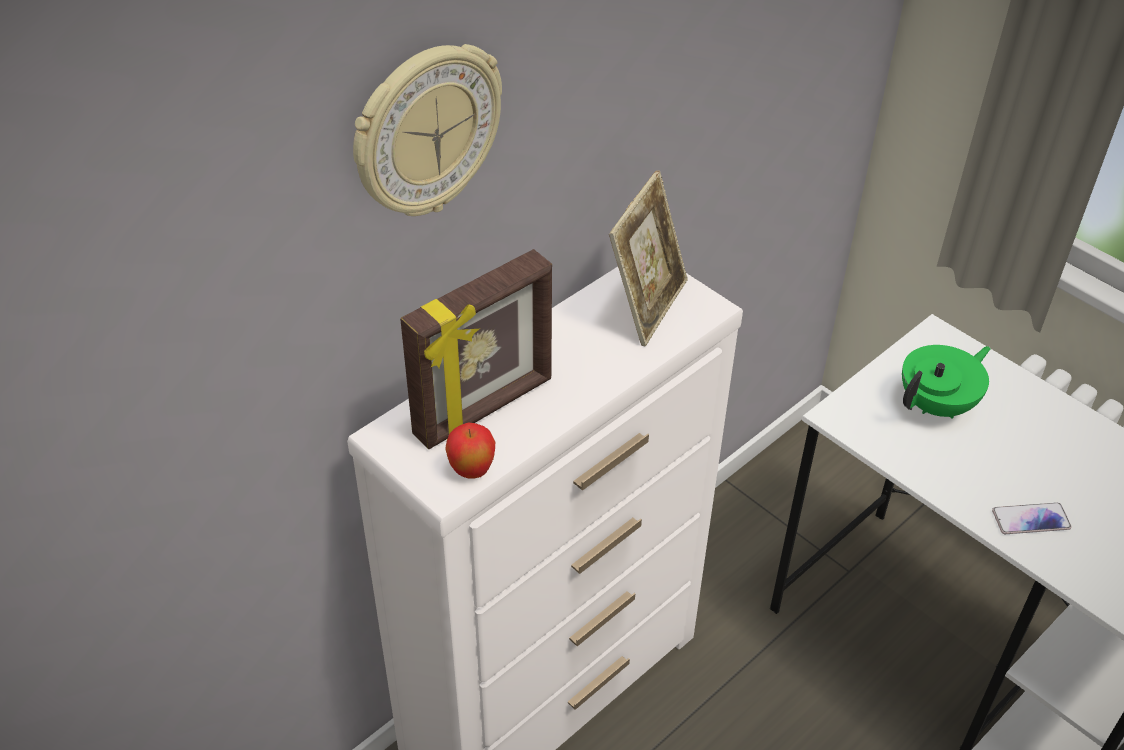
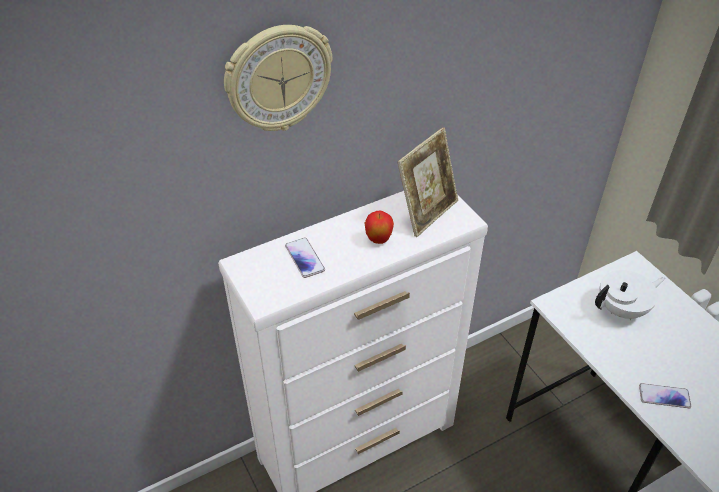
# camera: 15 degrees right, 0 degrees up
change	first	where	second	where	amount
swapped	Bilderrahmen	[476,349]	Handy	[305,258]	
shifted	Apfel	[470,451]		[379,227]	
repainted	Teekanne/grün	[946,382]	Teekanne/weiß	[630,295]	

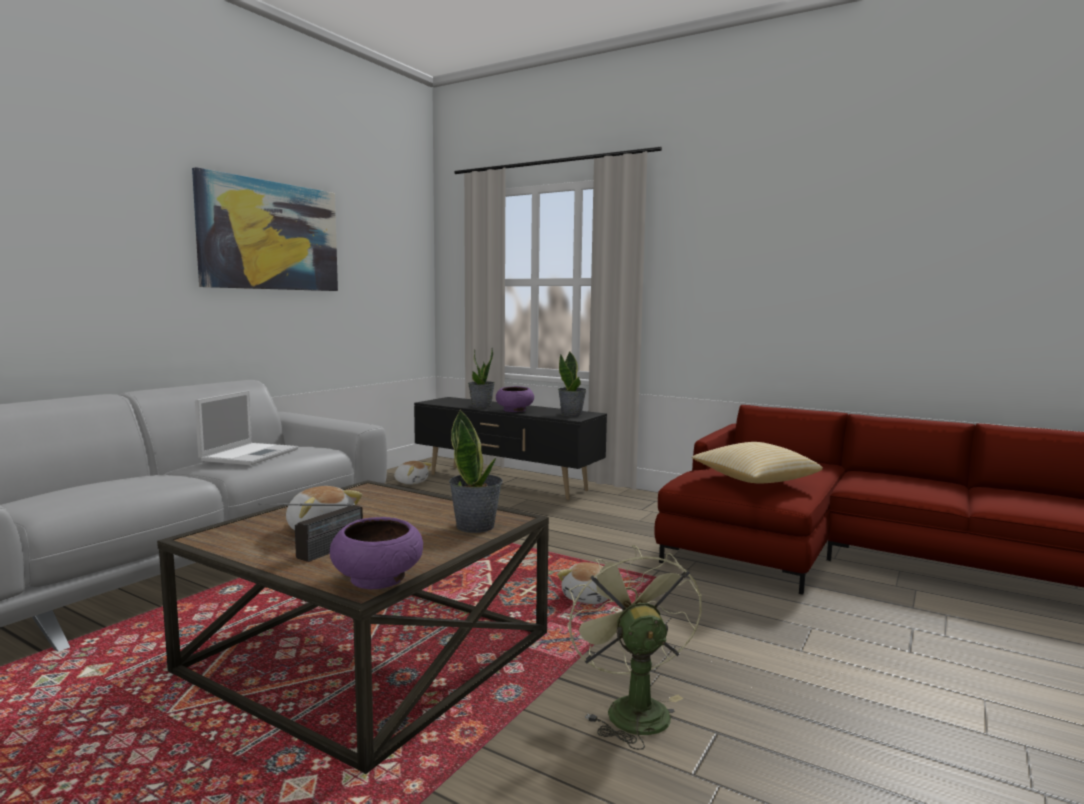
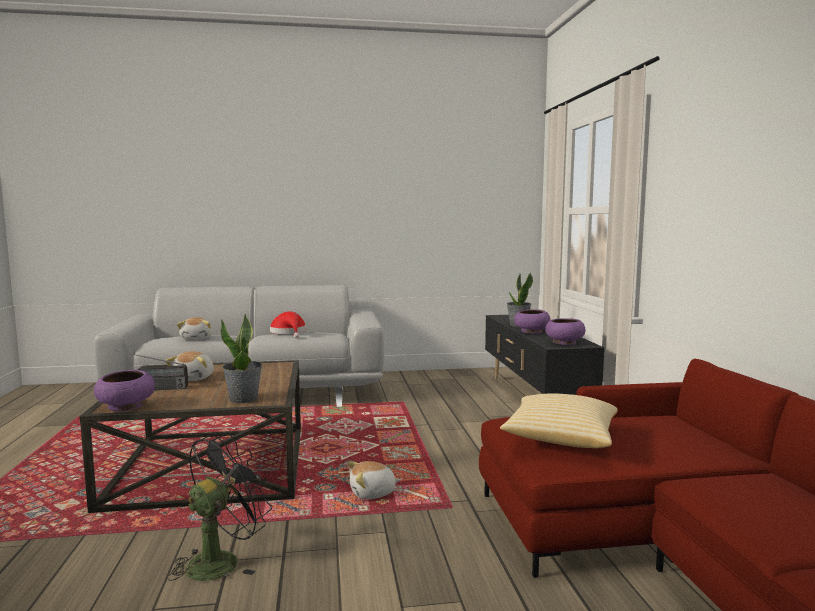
# camera: 50 degrees right, 0 degrees up
change	first	where	second	where	amount
gone	Bild	[265,229]			
swapped	Laptop	[246,427]	Hut/rot	[288,324]	
shifted	Plüschtier	[413,473]		[195,328]	
swapped	Topfpflanze	[572,384]	Schüssel/lila	[565,331]	
repainted	Ventilator/grün	[634,647]	Ventilator/schwarz	[219,507]	

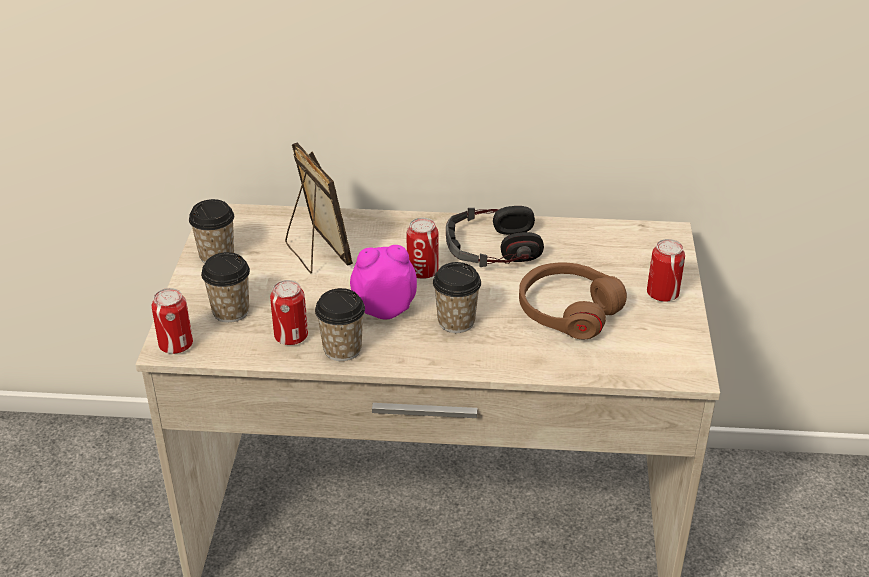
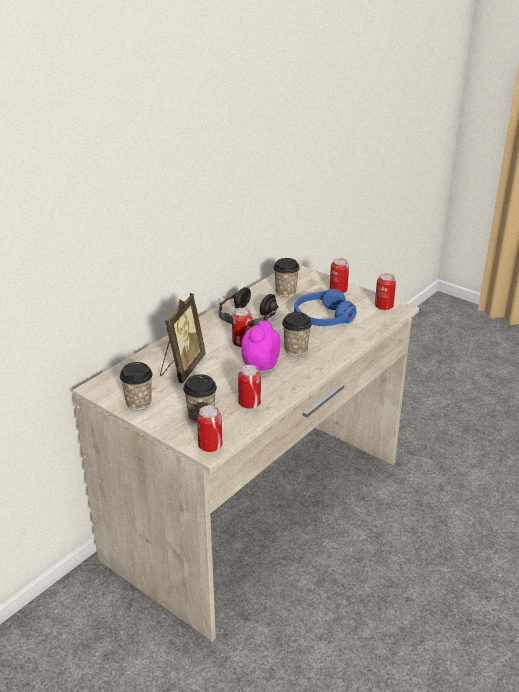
# camera: 55 degrees left, 5 degrees down
change	first	where	second	where	amount
rotated	Bilderrahmen	[319,208]		[183,338]	105 degrees clockwise
shifted	Tasse	[340,324]		[286,277]	
repainted	Kopfhörer/braun	[573,301]	Kopfhörer/blau	[325,307]	
new			Dose	[385,291]	

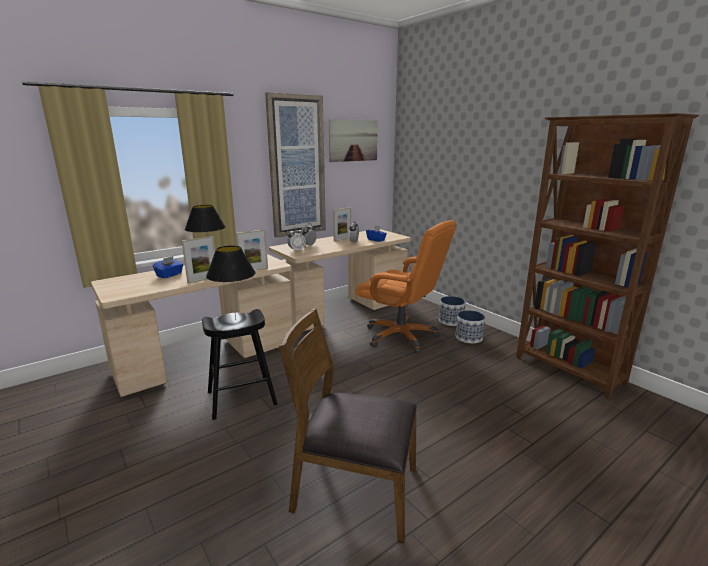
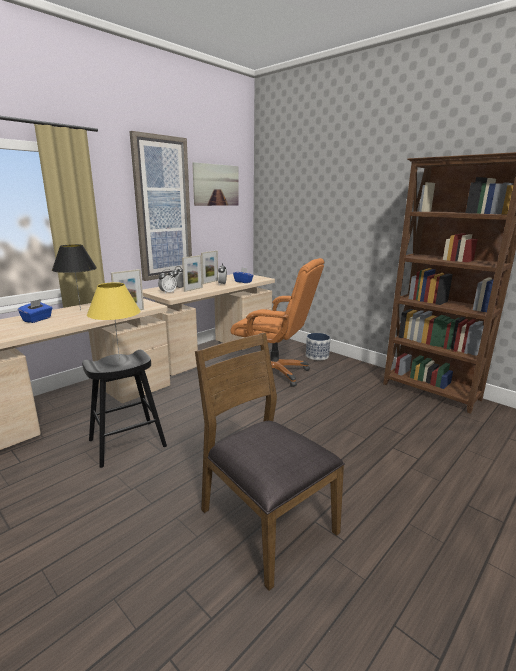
# camera: 10 degrees left, 0 degrees up
change	first	where	second	where	amount
shifted	Bilderrahmen	[198,260]		[192,273]	
repainted	Tischlampe/schwarz	[231,283]	Tischlampe/gelb	[113,322]	
rotated	Stuhl/braun	[348,425]		[270,462]	45 degrees clockwise
gone	Pflanzkübel	[470,326]			

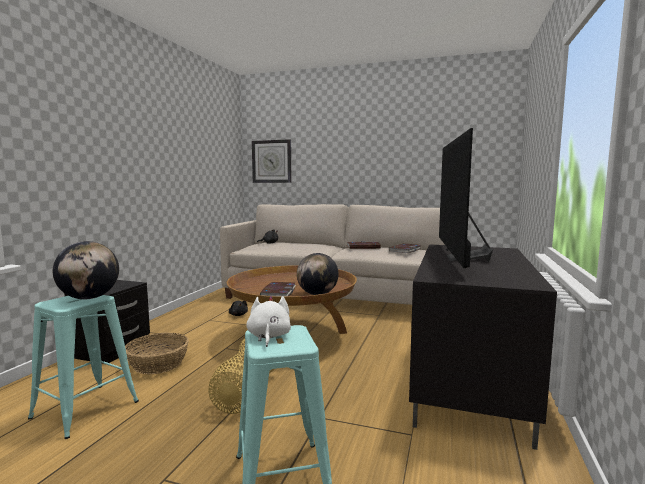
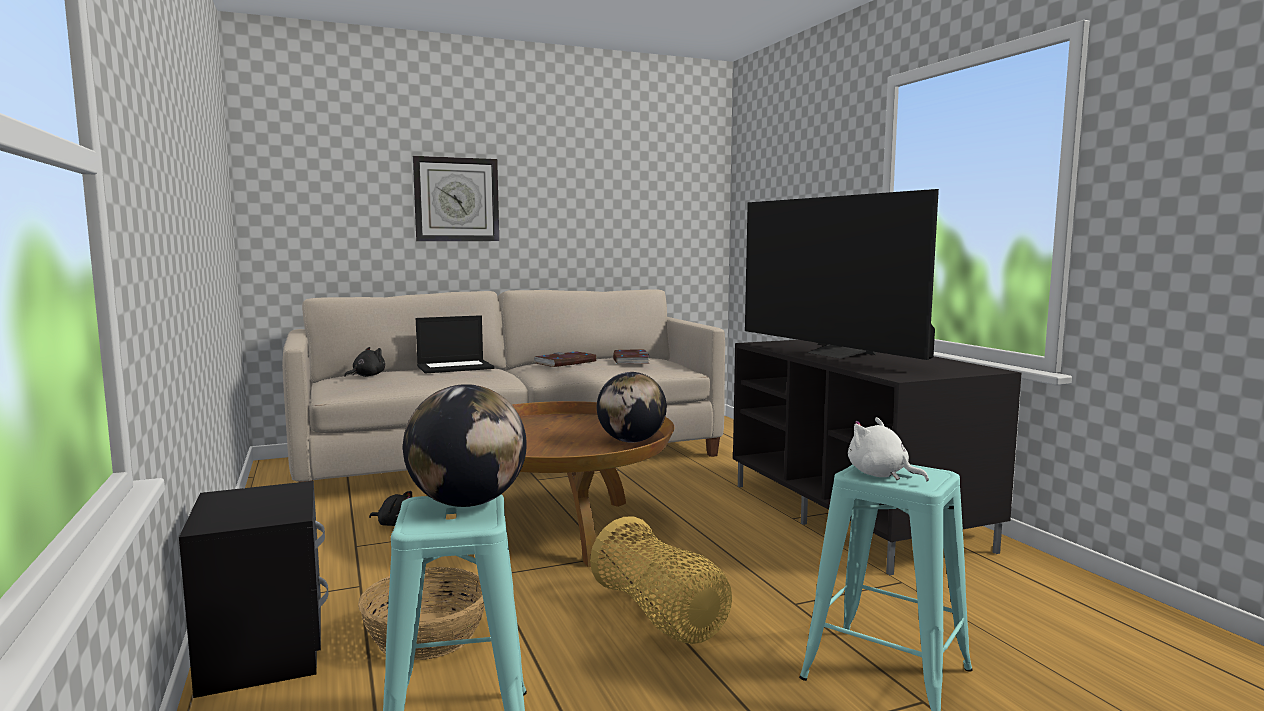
# camera: 40 degrees left, 0 degrees up
change	first	where	second	where	amount
shifted	Wanduhr	[272,161]		[456,198]	
gone	Buch	[278,289]			
new			Laptop	[455,344]	

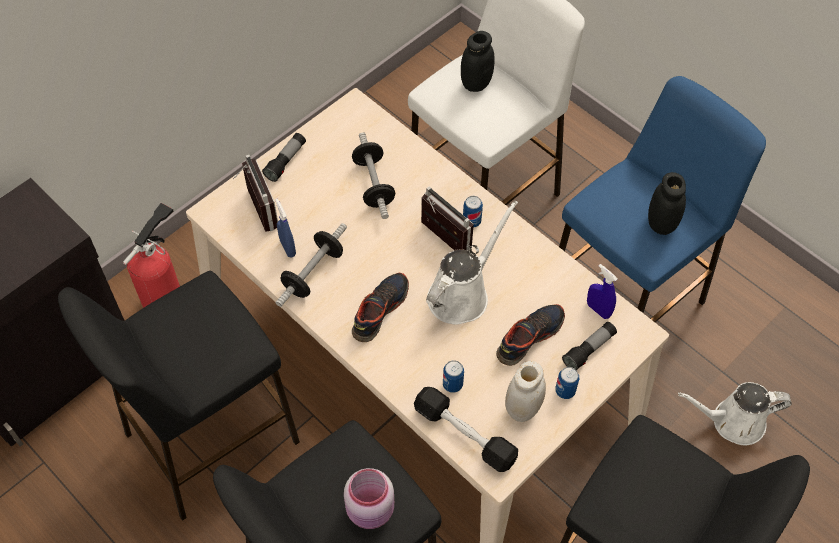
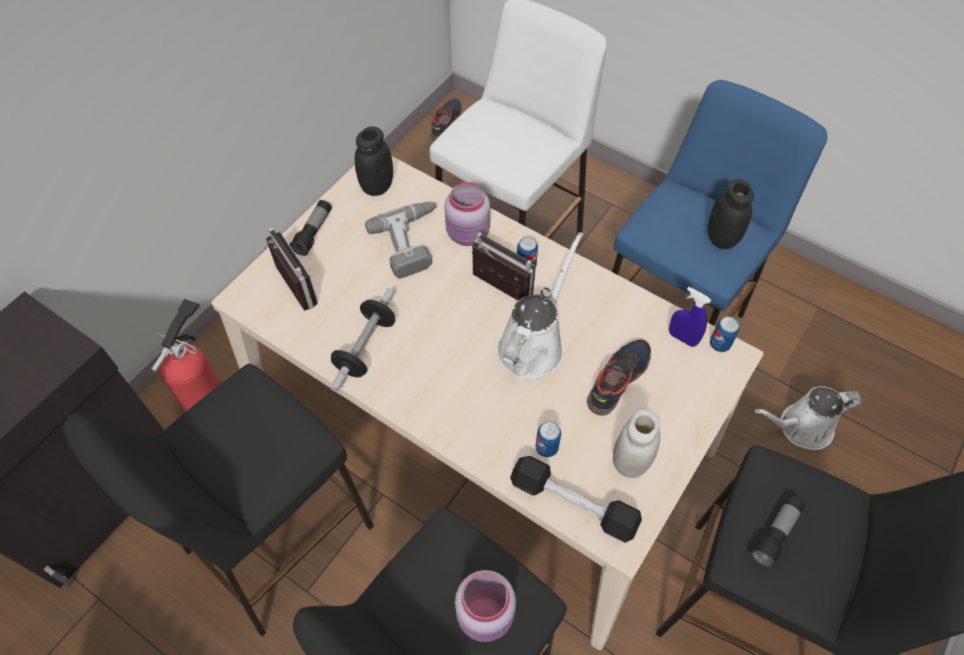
# camera: 10 degrees left, 0 degrees up
change	first	where	second	where	amount
gone	Sprühflasche/blau	[285,228]			
swapped	Hantel	[373,175]	Bohrmaschine	[401,240]	
shifted	Schuh	[380,307]		[446,119]	
shifted	Vorratsglas/schwarz	[478,61]		[374,161]	
shifted	Dose	[567,383]		[724,334]	
shifted	Taschenlampe	[589,346]		[777,531]	
new			Vorratsglas/rosa	[467,214]	

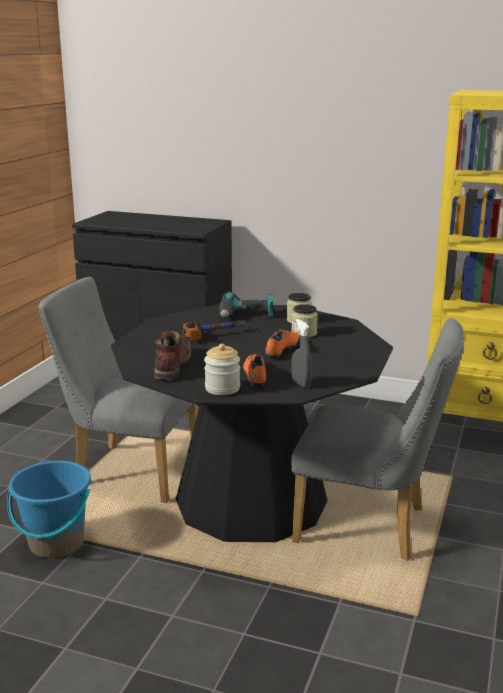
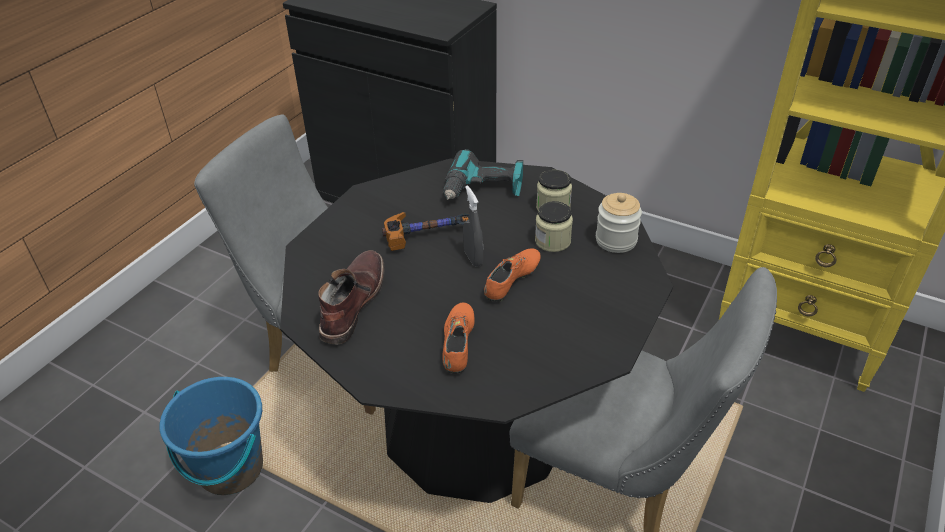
# camera: 10 degrees right, 20 degrees up
change	first	where	second	where	amount
shifted	Vorratsglas	[222,369]		[619,223]	
shifted	Sprühflasche/grau	[302,353]		[473,226]	

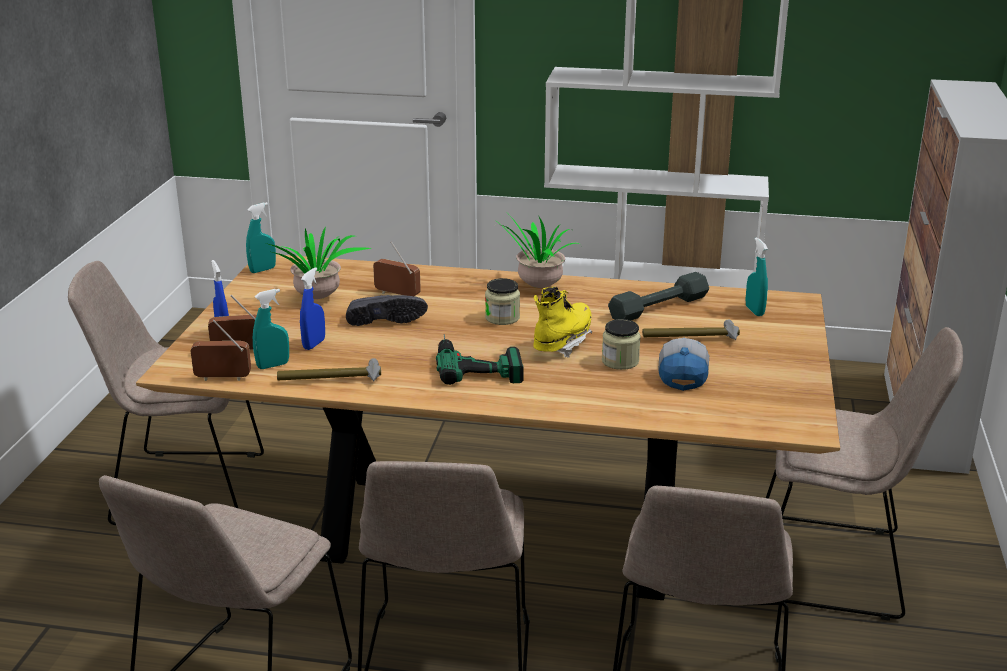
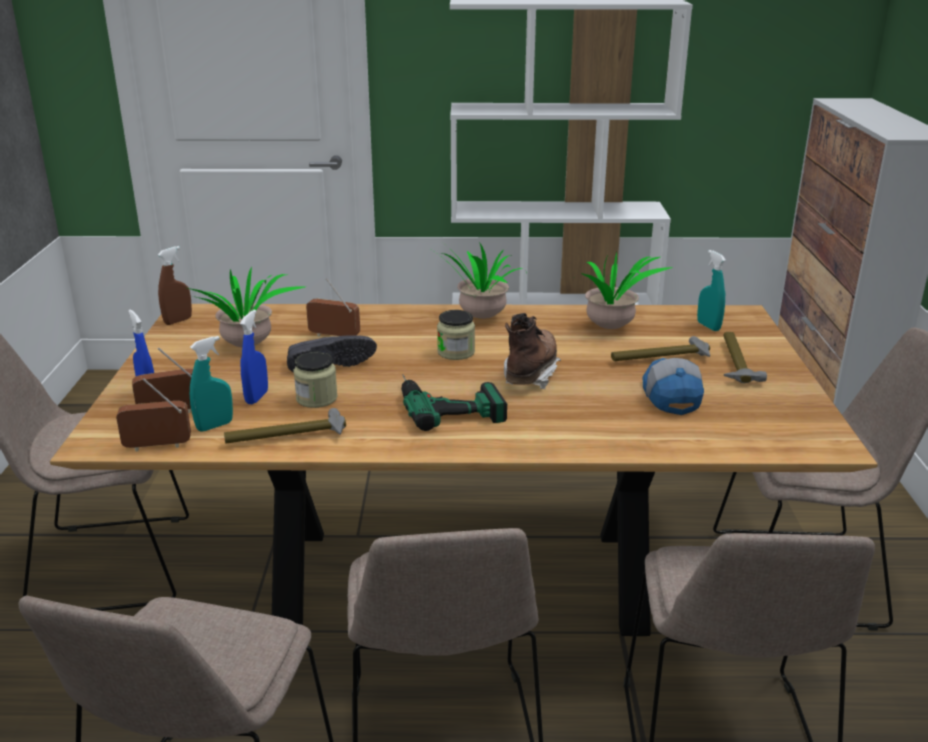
# camera: 10 degrees left, 0 degrees up
change	first	where	second	where	amount
repainted	Sprühflasche/türkis	[261,237]	Sprühflasche/braun	[175,285]	
repainted	Stiefel/gelb	[562,322]	Stiefel/braun	[532,351]	
shifted	Vorratsglas	[621,344]		[315,380]	
swapped	Hantel/grau	[658,296]	Topfpflanze	[622,290]	
new			Hammer	[745,357]	

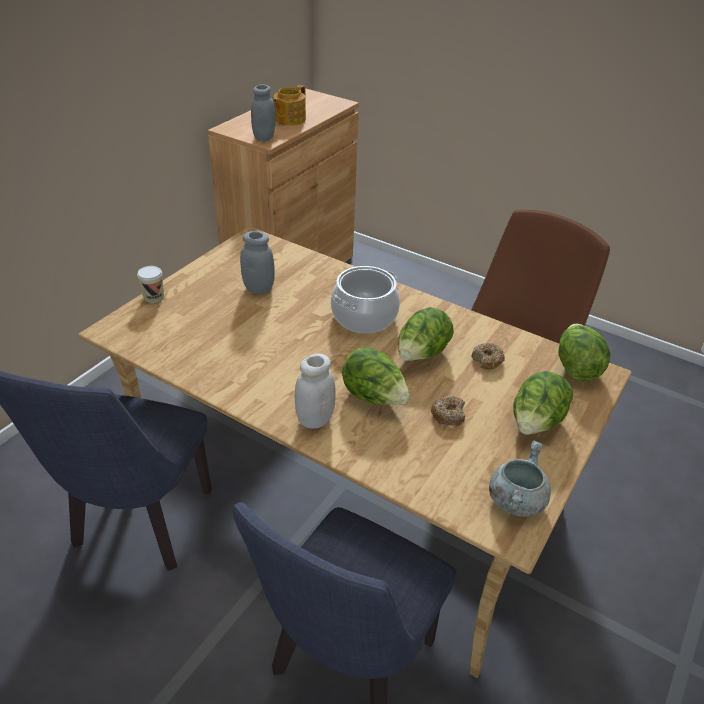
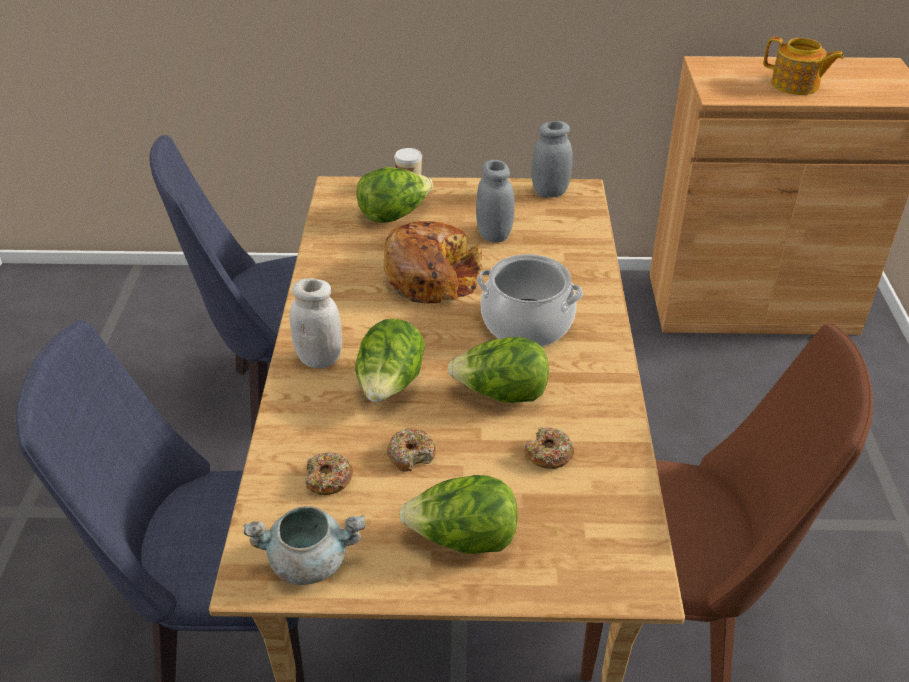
# camera: 60 degrees right, 0 degrees up
change	first	where	second	where	amount
shifted	Vorratsglas/grau	[263,112]		[552,159]	
rotated	Teekanne	[289,105]		[803,66]	150 degrees counterclockwise
shifted	Salatkopf	[584,352]		[395,195]	
new			Donut	[329,473]	
new			Brot	[433,262]	

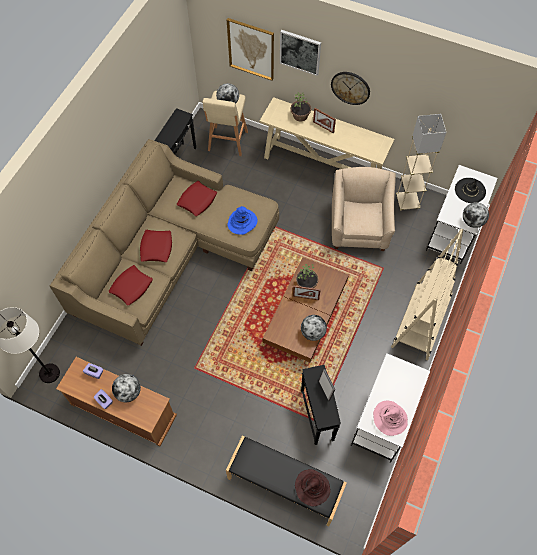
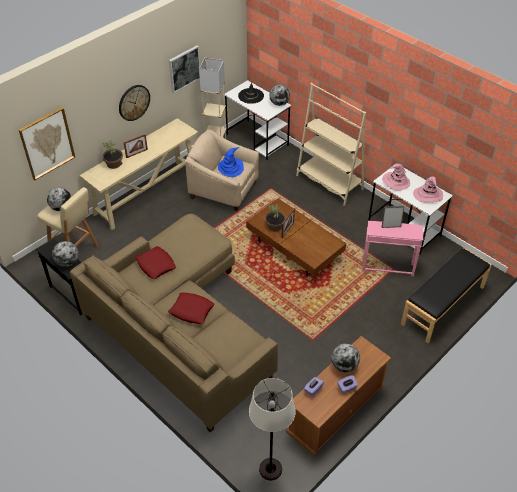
# camera: 70 degrees left, 15 degrees down
change	first	where	second	where	amount
gone	Kissen/rot	[131,285]			
shifted	Hut/blau	[242,220]		[231,162]	
shifted	Bild	[300,53]		[184,69]	
gone	Hut/braun	[313,487]			
shifted	Globus	[314,328]		[65,254]	
repainted	Beistelltisch/schwarz	[321,405]	Beistelltisch/rosa	[393,249]	
new			Hut/rosa	[396,177]	

